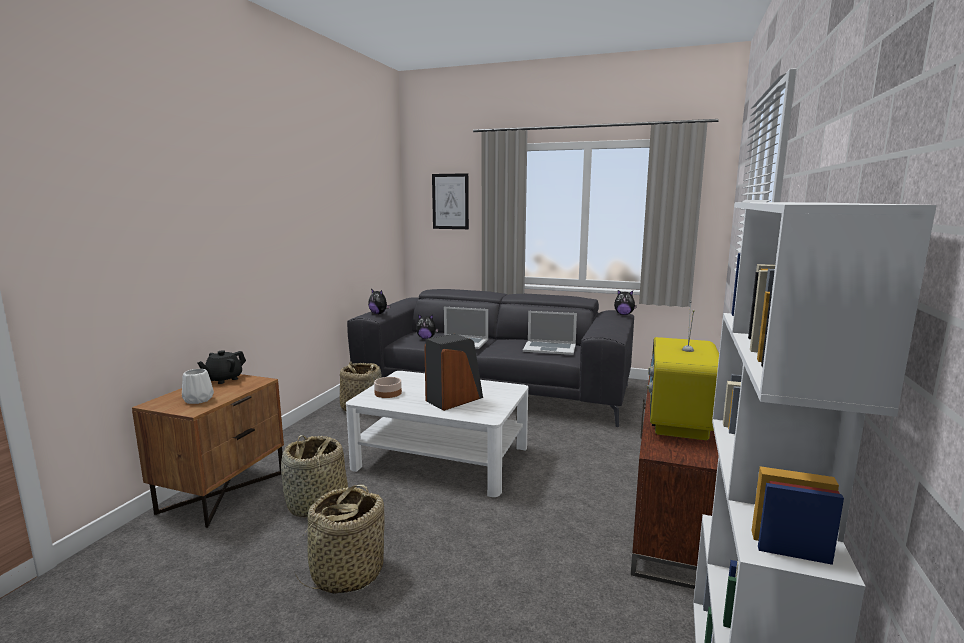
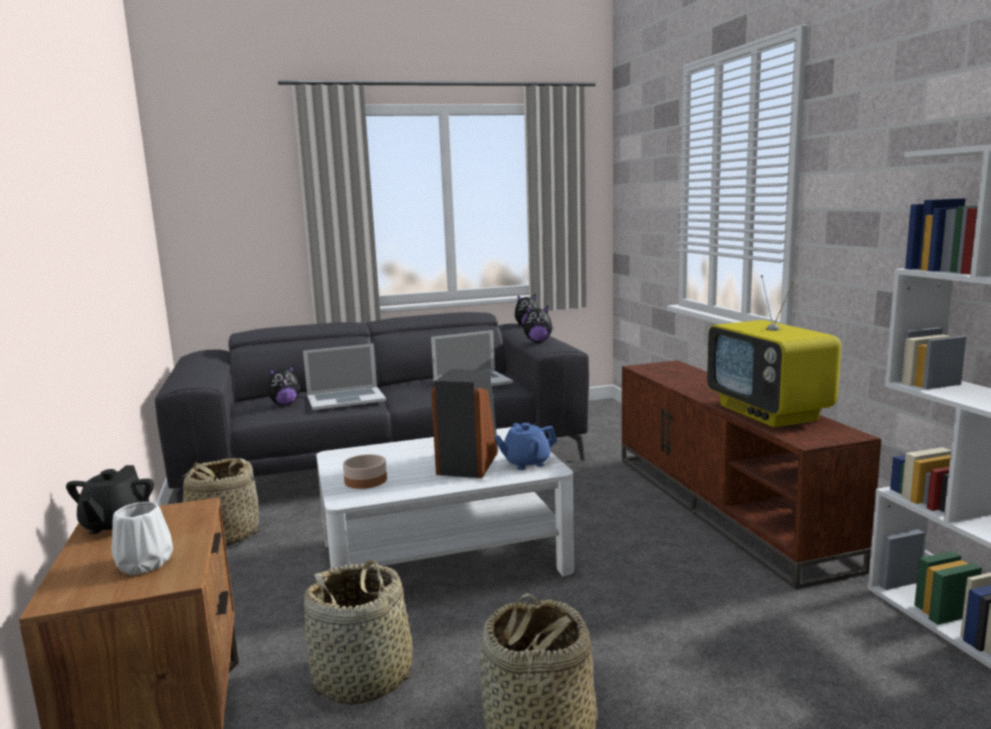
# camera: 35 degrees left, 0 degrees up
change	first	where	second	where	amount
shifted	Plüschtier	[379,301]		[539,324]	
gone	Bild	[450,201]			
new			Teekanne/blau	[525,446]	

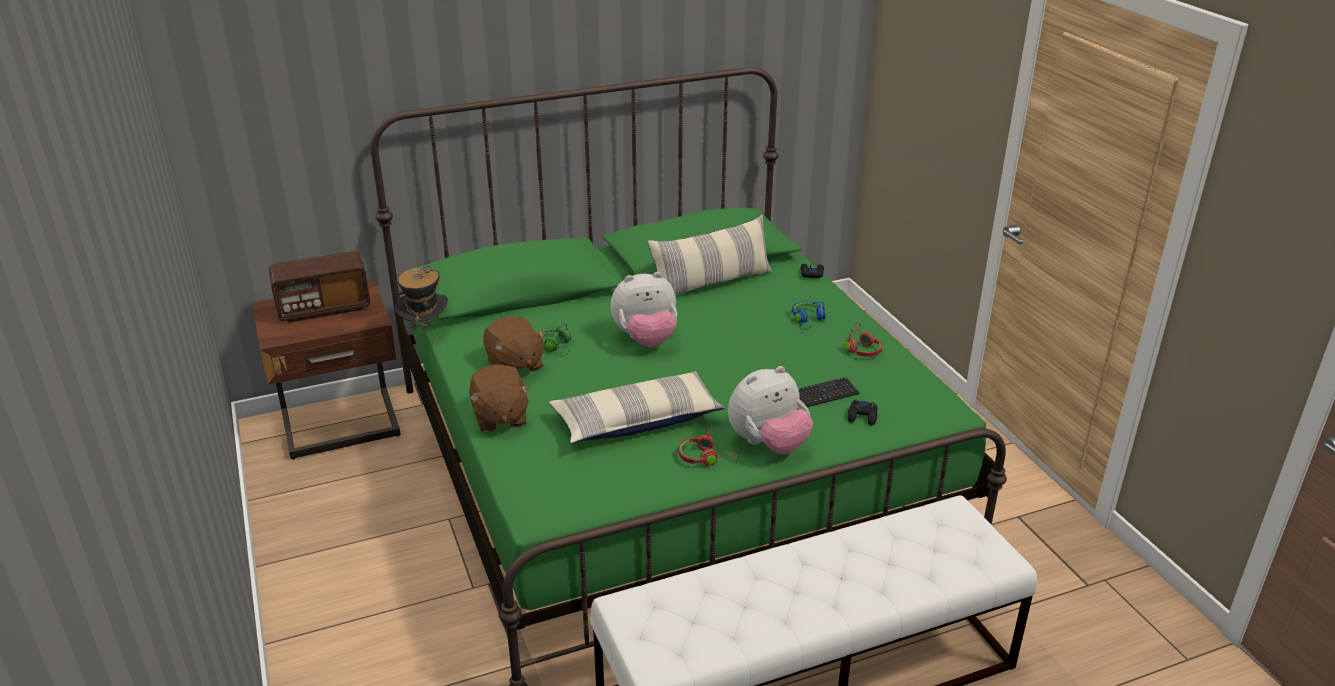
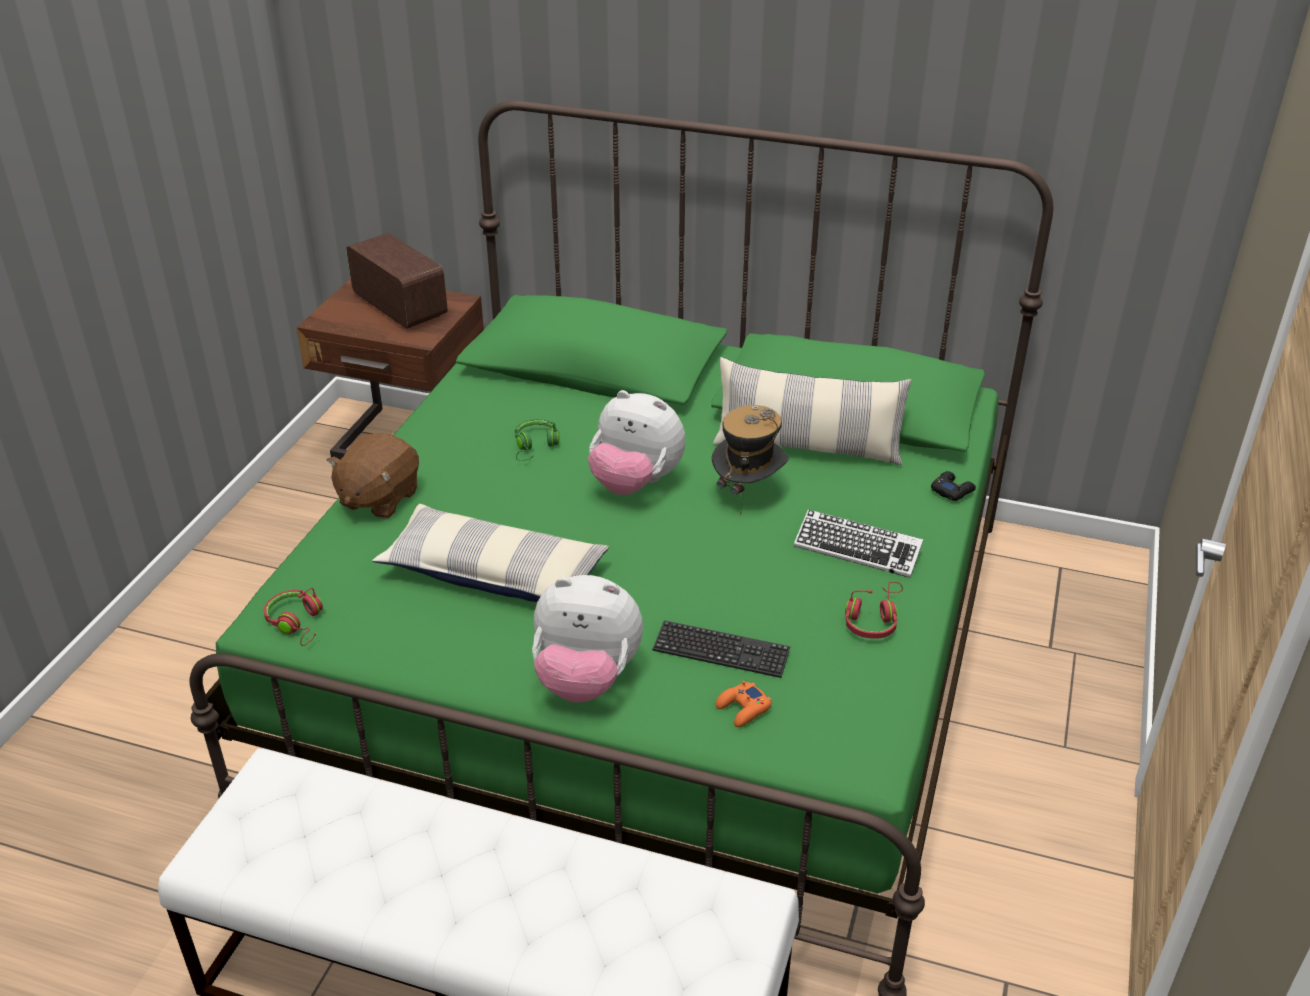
# camera: 40 degrees right, 5 degrees up
change	first	where	second	where	amount
rotated	Radio	[319,286]		[397,281]	150 degrees counterclockwise
shifted	Hut	[421,305]		[750,460]	
gone	Plüschtier/braun	[514,344]			
shifted	Kopfhörer/rot	[708,447]		[293,617]	
swapped	Kopfhörer/blau	[809,315]	Tastatur	[858,543]	
repainted	Gamepad/schwarz	[862,413]	Gamepad/orange	[743,704]	

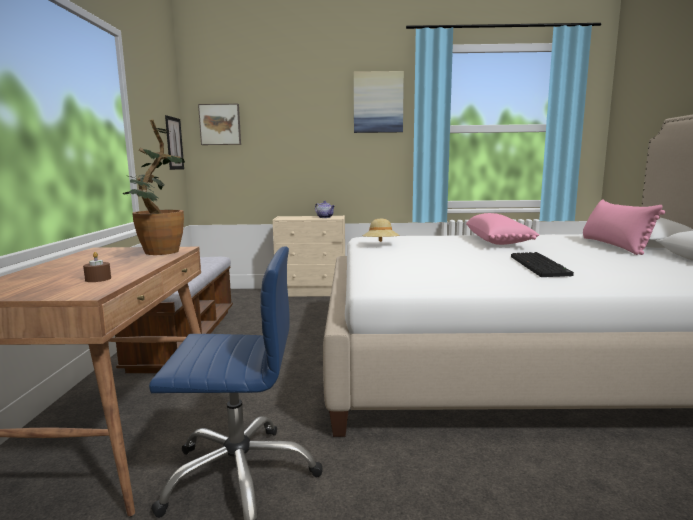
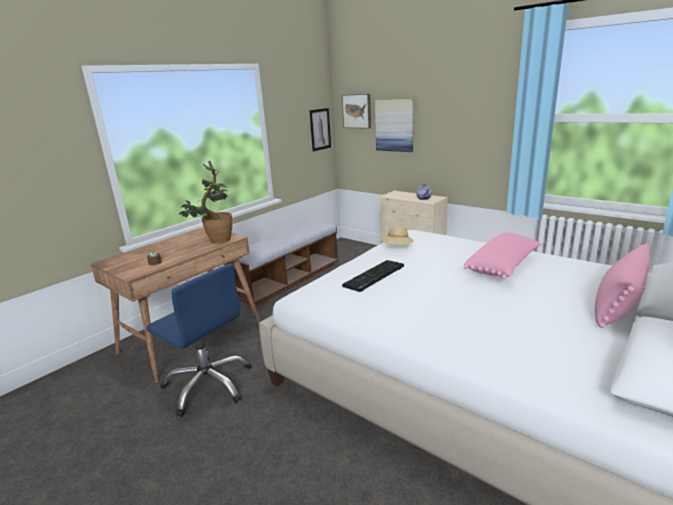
# camera: 40 degrees right, 10 degrees up
change	first	where	second	where	amount
shifted	Bild	[378,102]		[394,125]	
shifted	Tastatur	[542,264]		[373,276]	

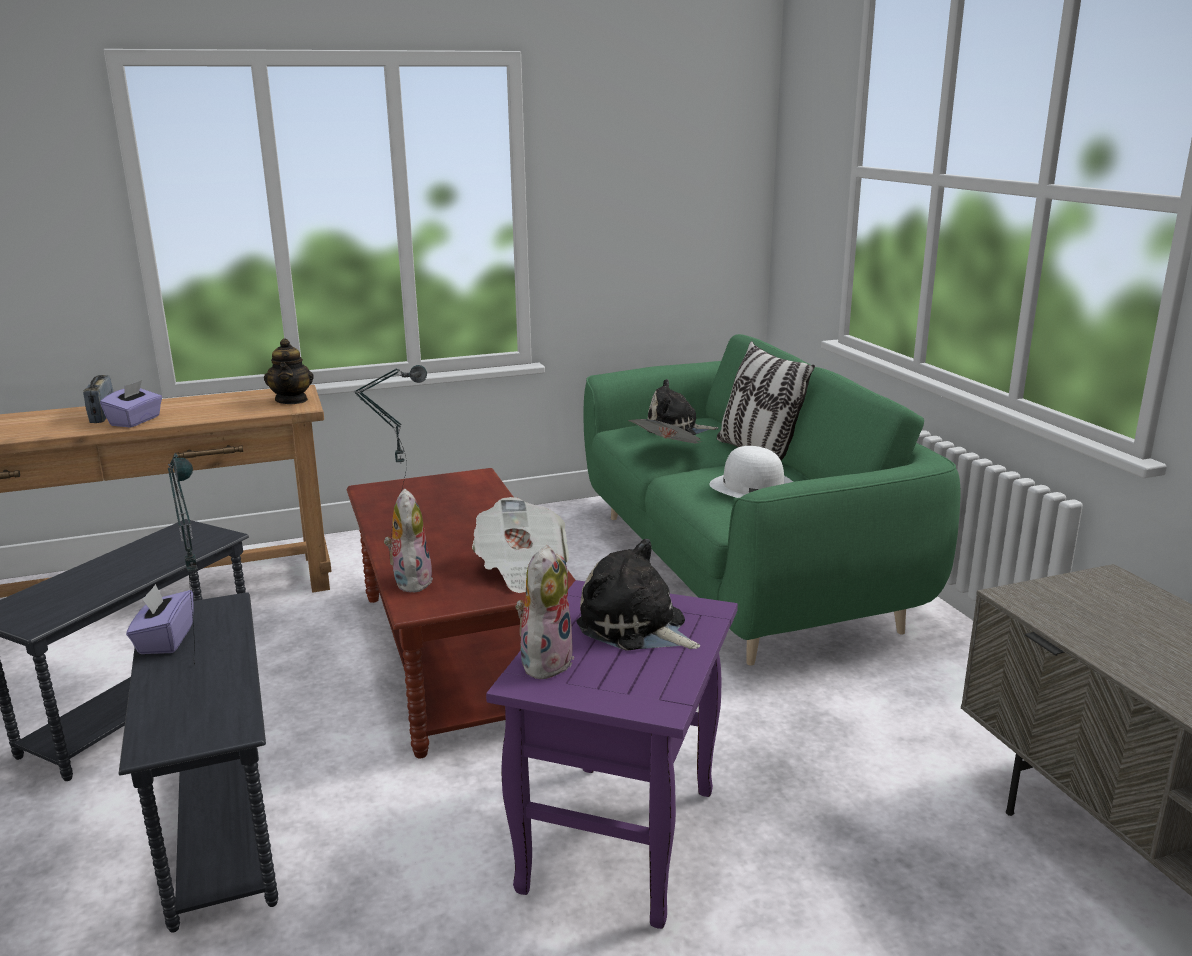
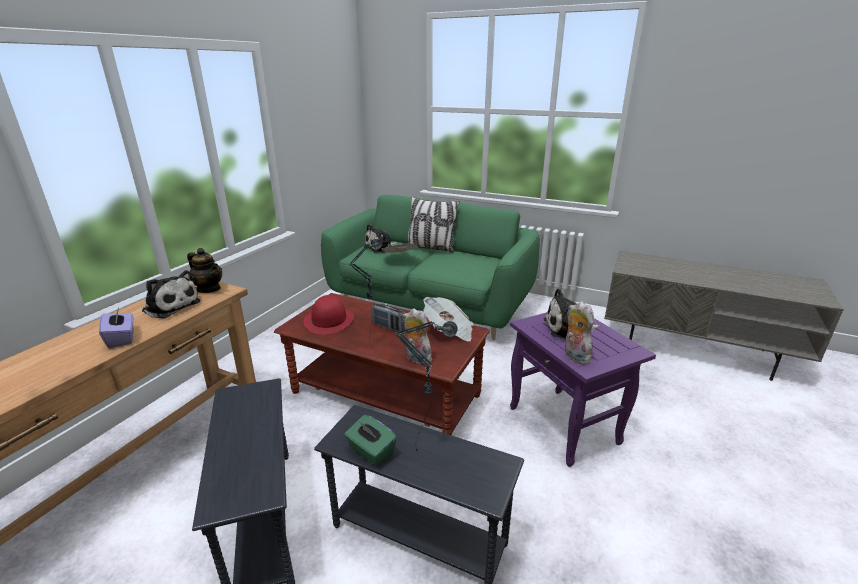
# camera: 45 degrees left, 5 degrees up
change	first	where	second	where	amount
shifted	Radio	[98,399]		[389,317]	
repainted	Taschentuchbox/lila	[160,619]	Taschentuchbox/grün	[370,440]	
gone	Hut/weiß	[751,472]			
new			Plüschtier	[171,294]	
new			Hut/rot	[329,314]	

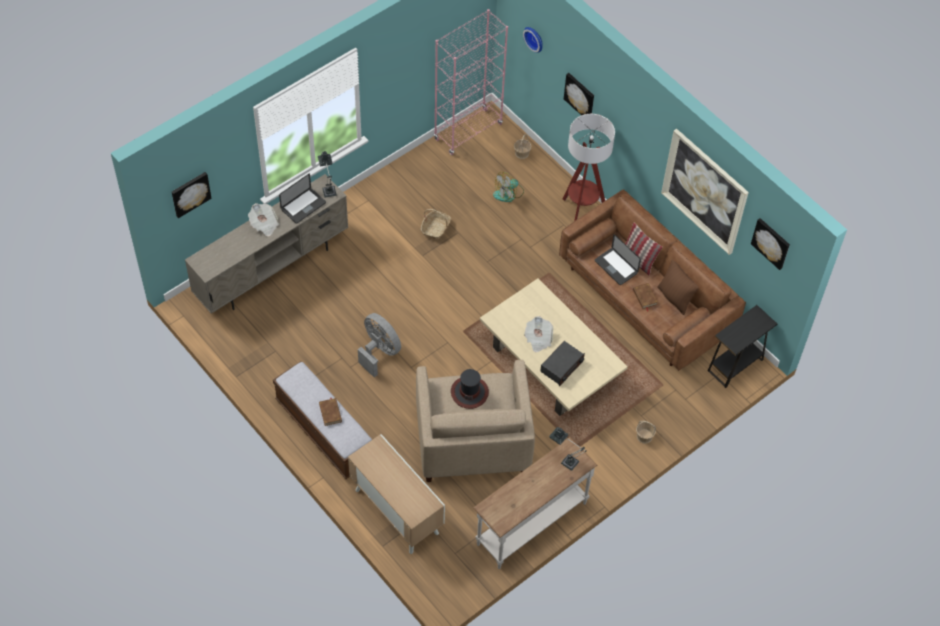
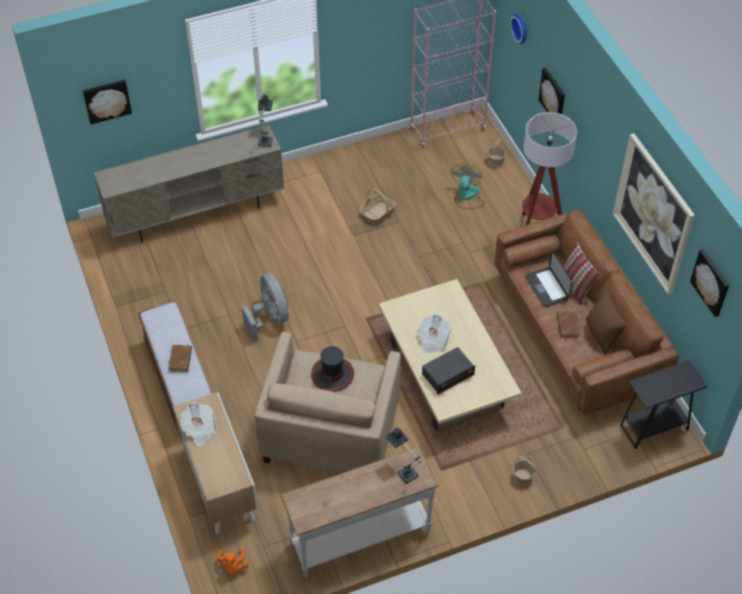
# camera: 20 degrees right, 5 degrees down
change	first	where	second	where	amount
shifted	Zeitung	[263,220]		[199,424]	
gone	Laptop	[302,198]			
rotated	Ventilator	[508,187]		[467,186]	120 degrees clockwise
new			Plüschtier/orange	[233,561]	

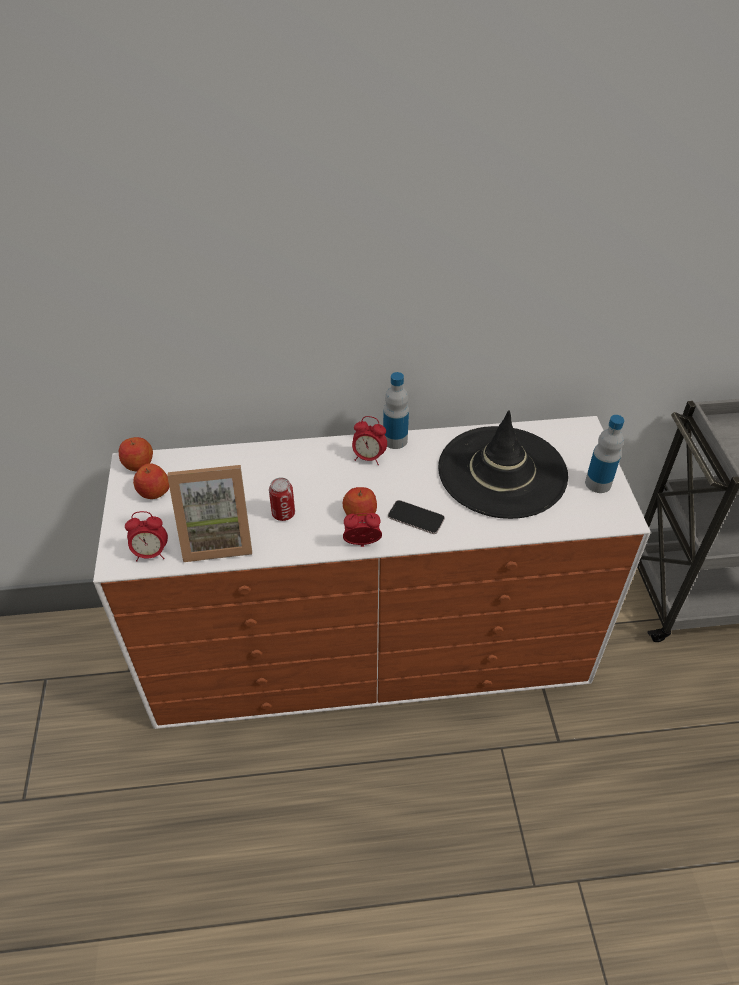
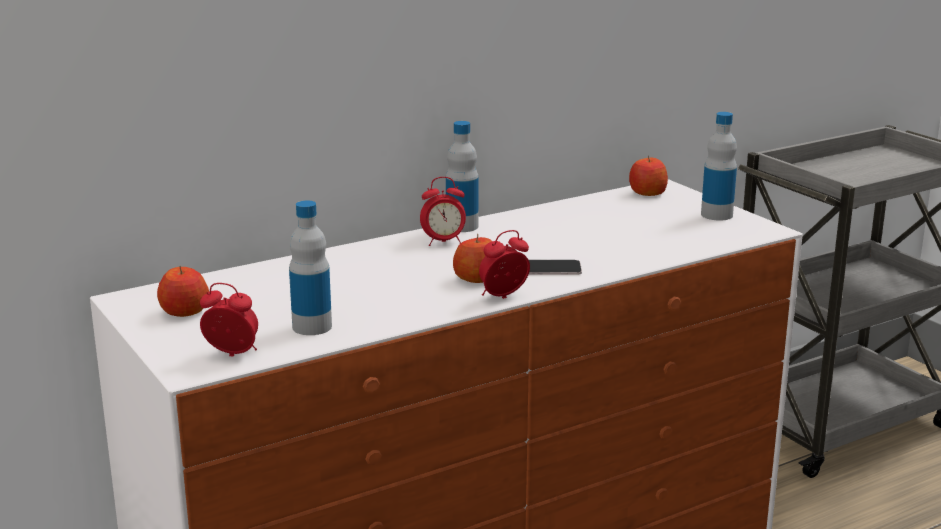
# camera: 25 degrees left, 25 degrees down
change	first	where	second	where	amount
shifted	Apfel	[136,454]		[648,175]	
rotated	Wecker	[146,536]		[229,320]	135 degrees counterclockwise
swapped	Bilderrahmen	[209,513]	Flasche	[310,267]	
gone	Dose	[282,499]			
gone	Hut/schwarz	[503,464]			

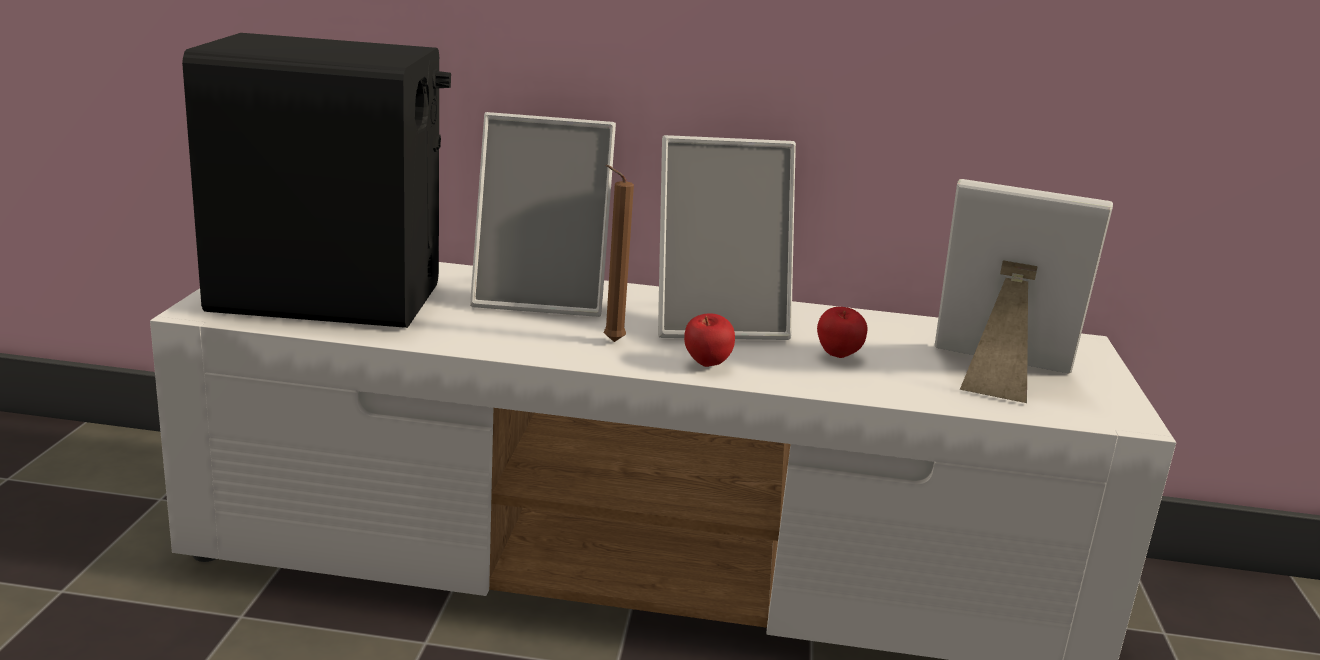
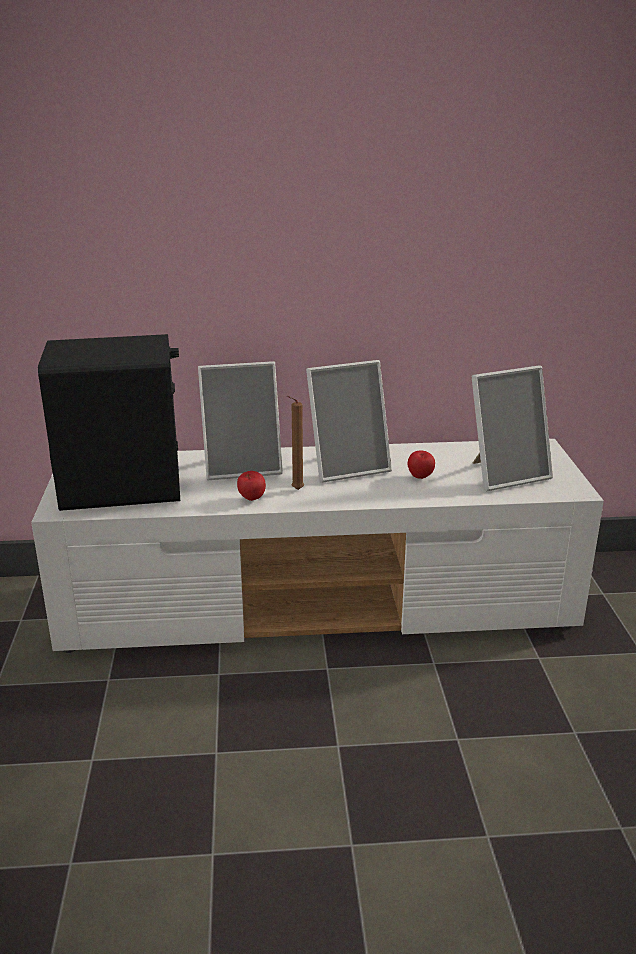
# camera: 10 degrees left, 5 degrees up
change	first	where	second	where	amount
shifted	Apfel	[709,340]		[251,486]	
rotated	Bilderrahmen	[1024,291]		[512,428]	150 degrees clockwise

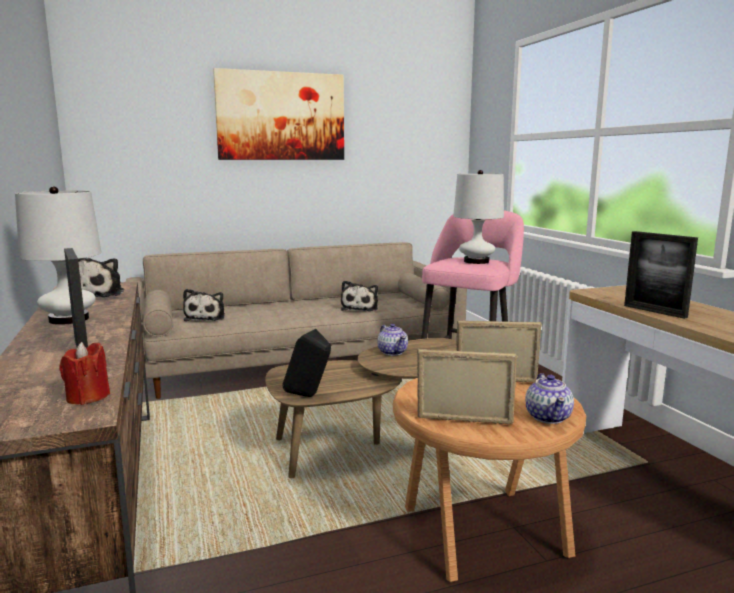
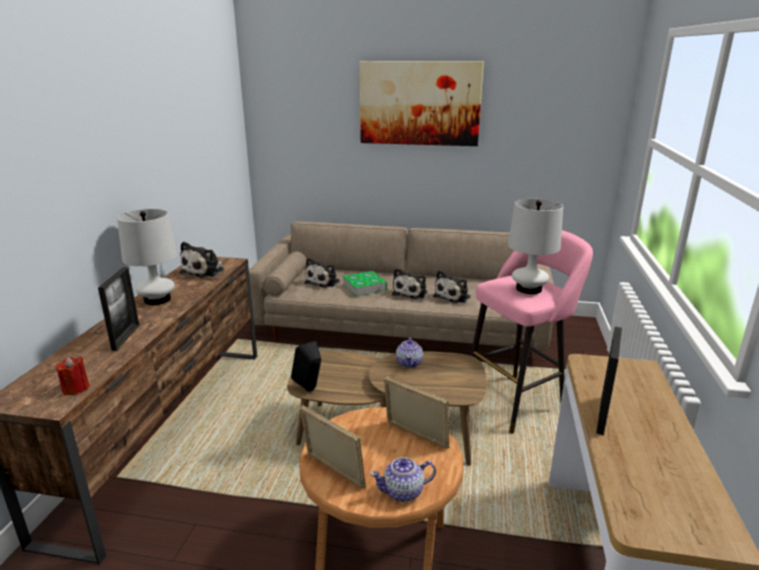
# camera: 30 degrees right, 10 degrees up
change	first	where	second	where	amount
rotated	Teekanne	[549,398]		[403,479]	45 degrees clockwise
rotated	Bilderrahmen	[661,275]		[609,381]	150 degrees counterclockwise
new			Buch	[365,283]	
new			Plüschtier	[410,284]	

